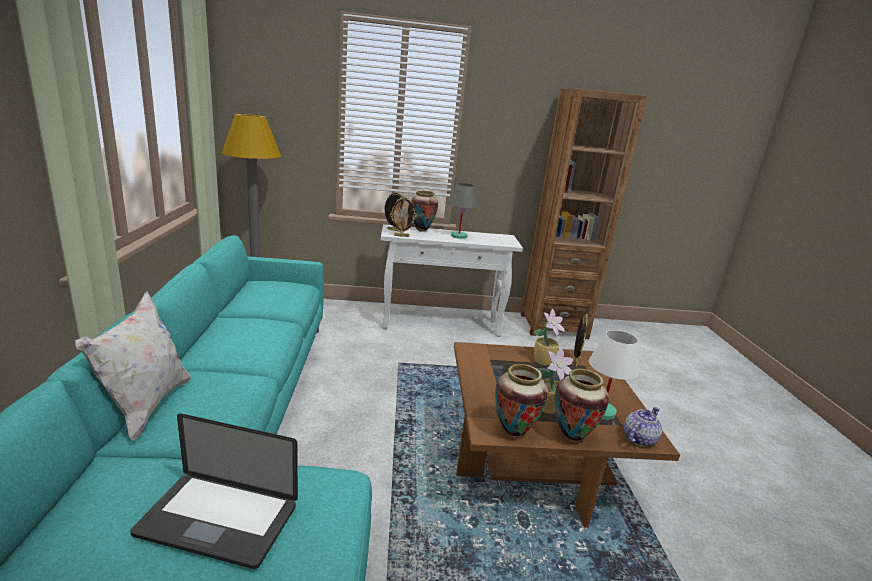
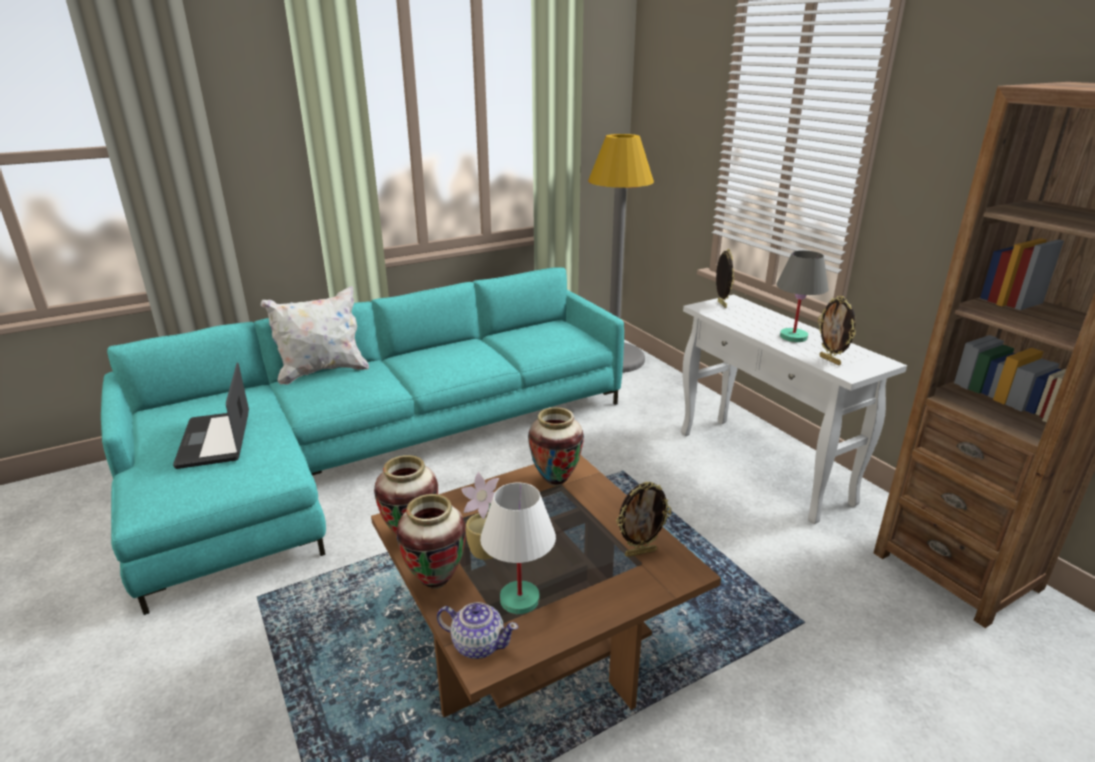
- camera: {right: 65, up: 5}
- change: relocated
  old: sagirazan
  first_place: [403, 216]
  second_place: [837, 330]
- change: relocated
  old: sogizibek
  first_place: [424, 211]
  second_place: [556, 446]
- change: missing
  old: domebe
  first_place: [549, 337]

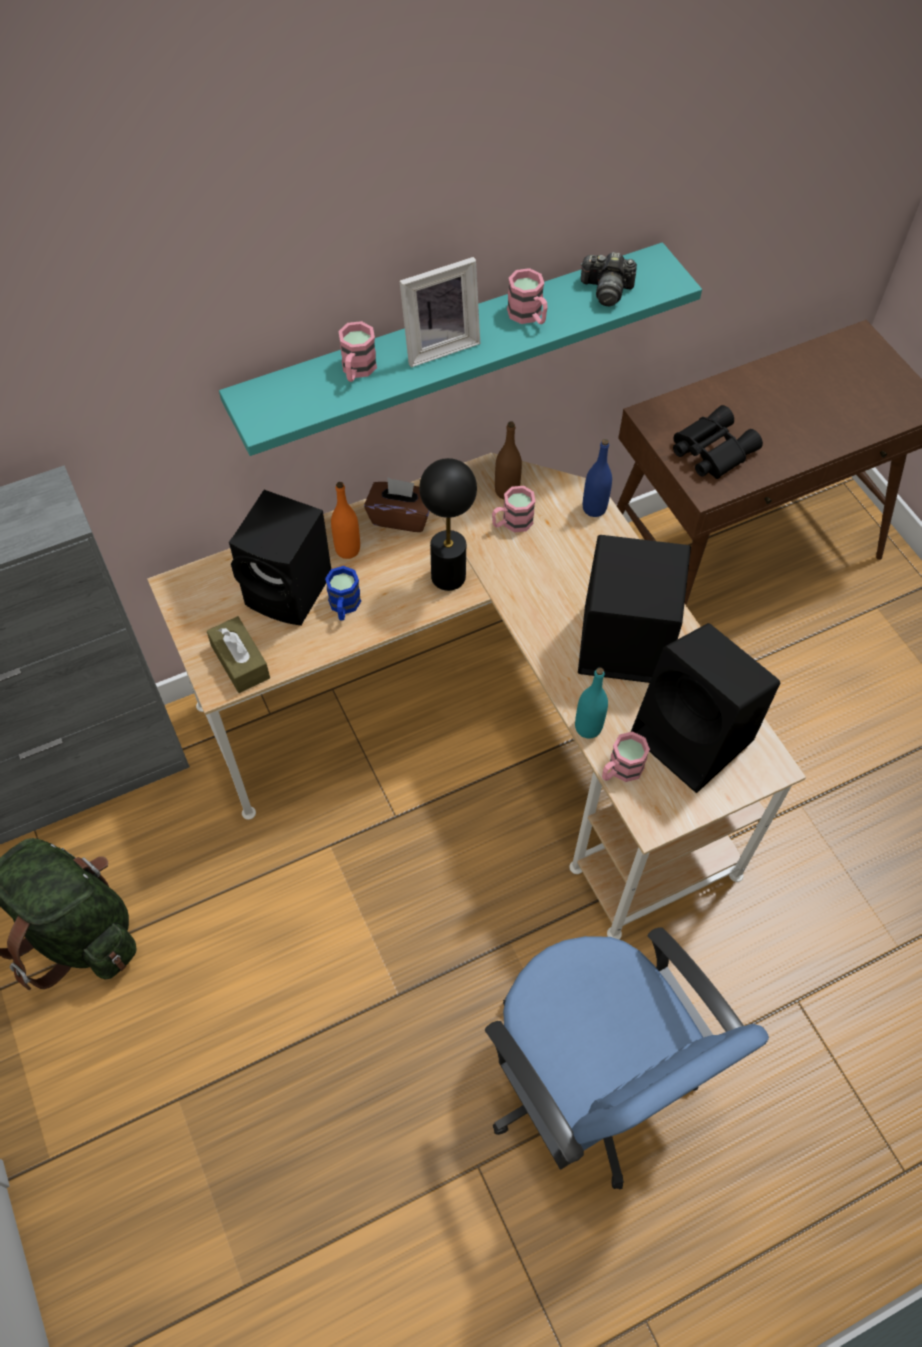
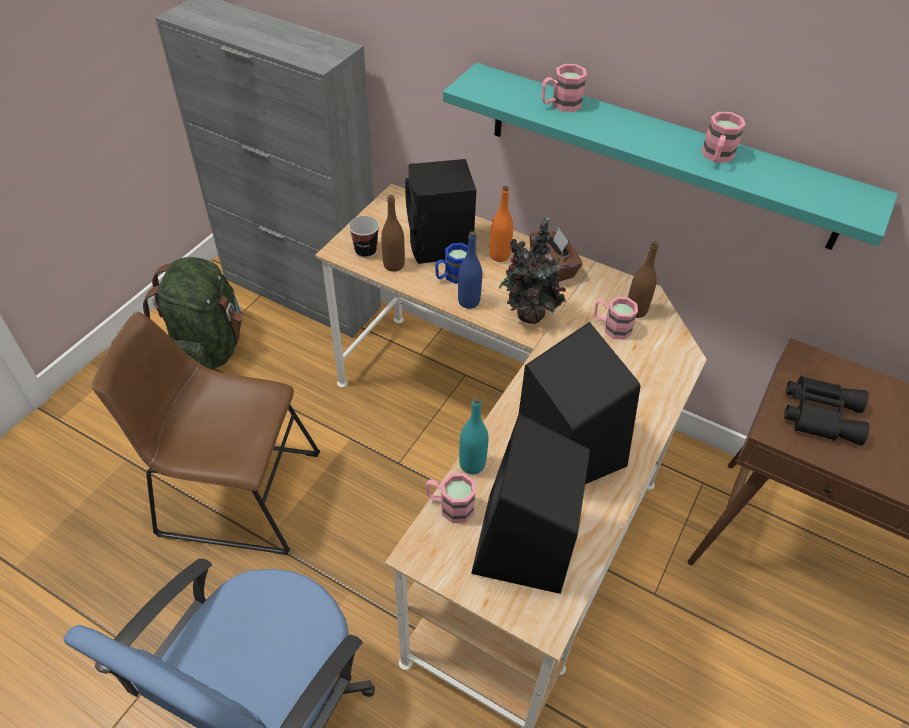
- camera: {right: 55, up: -10}
- change: exchanged
  old: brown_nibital
  new: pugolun
  first_place: [238, 654]
  second_place: [364, 237]
- change: missing
  old: sagirazan
  first_place: [440, 312]
- change: exchanged
  old: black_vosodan
  new: domebe
  first_place: [448, 524]
  second_place: [535, 270]
- change: missing
  old: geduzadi
  first_place: [608, 279]
- change: relocated
  old: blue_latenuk
  first_place: [597, 478]
  second_place: [470, 270]
- change: appeared
  new: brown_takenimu
  second_place: [206, 433]
- change: appeared
  new: brown_latenuk
  second_place: [393, 233]

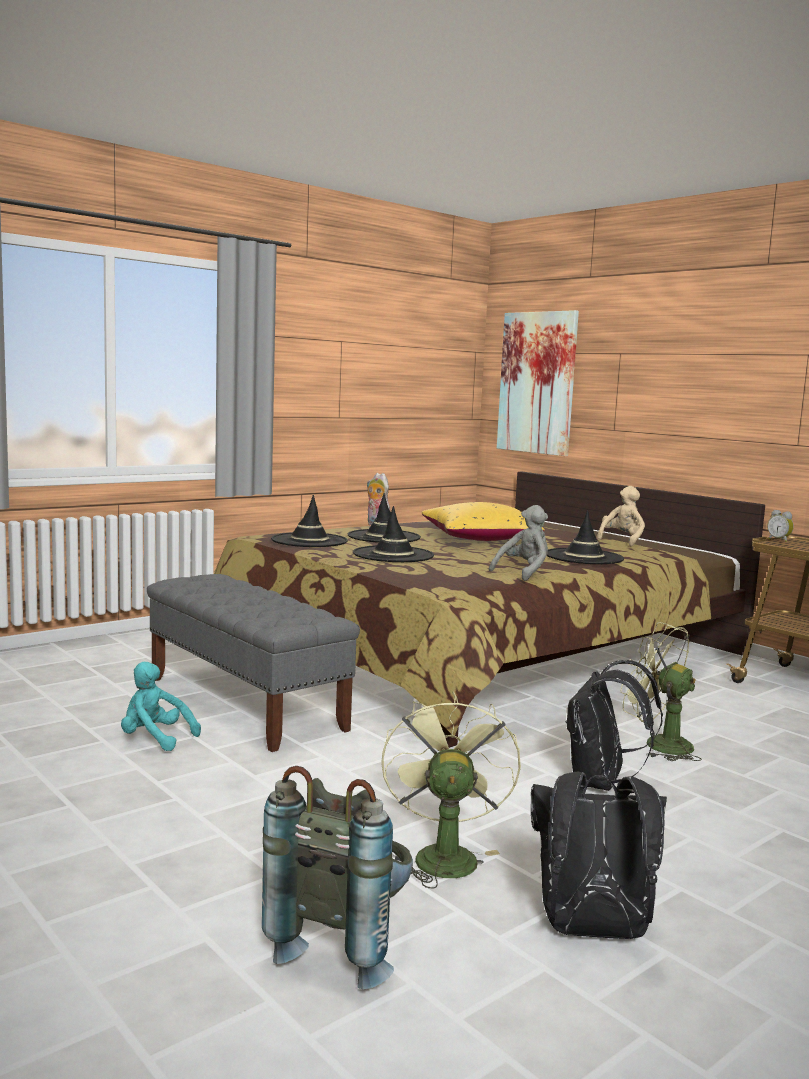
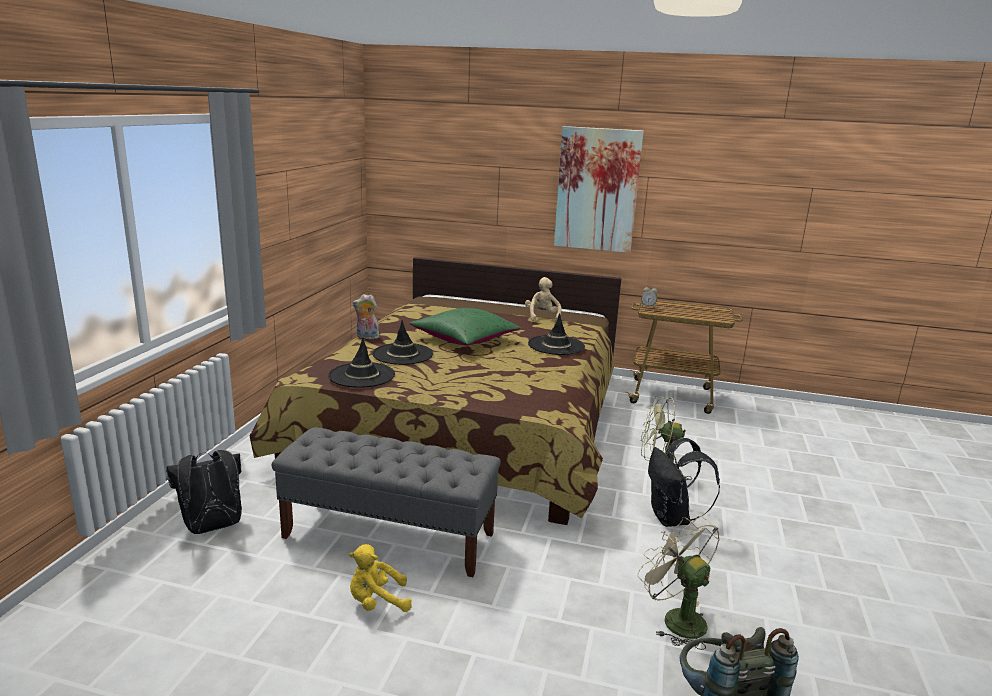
- camera: {right: -35, up: 10}
- change: colour
  old: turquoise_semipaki
  new: yellow_semipaki
  first_place: [161, 706]
  second_place: [380, 578]
- change: missing
  old: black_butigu
  first_place: [393, 534]
- change: colour
  old: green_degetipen
  new: beige_degetipen
  first_place: [451, 790]
  second_place: [678, 583]
- change: colour
  old: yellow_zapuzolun
  new: green_zapuzolun
  first_place: [483, 521]
  second_place: [465, 327]
- change: missing
  old: grey_semipaki
  first_place: [518, 543]
- change: relocated
  old: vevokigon
  first_place: [538, 383]
  second_place: [599, 189]
- change: relocated
  old: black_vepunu
  first_place: [599, 855]
  second_place: [204, 492]

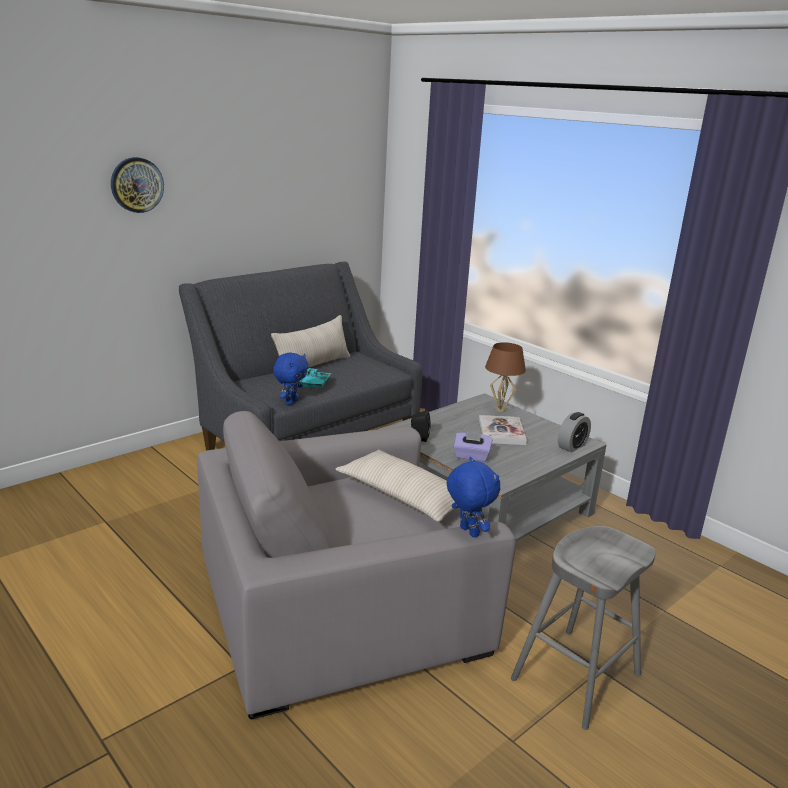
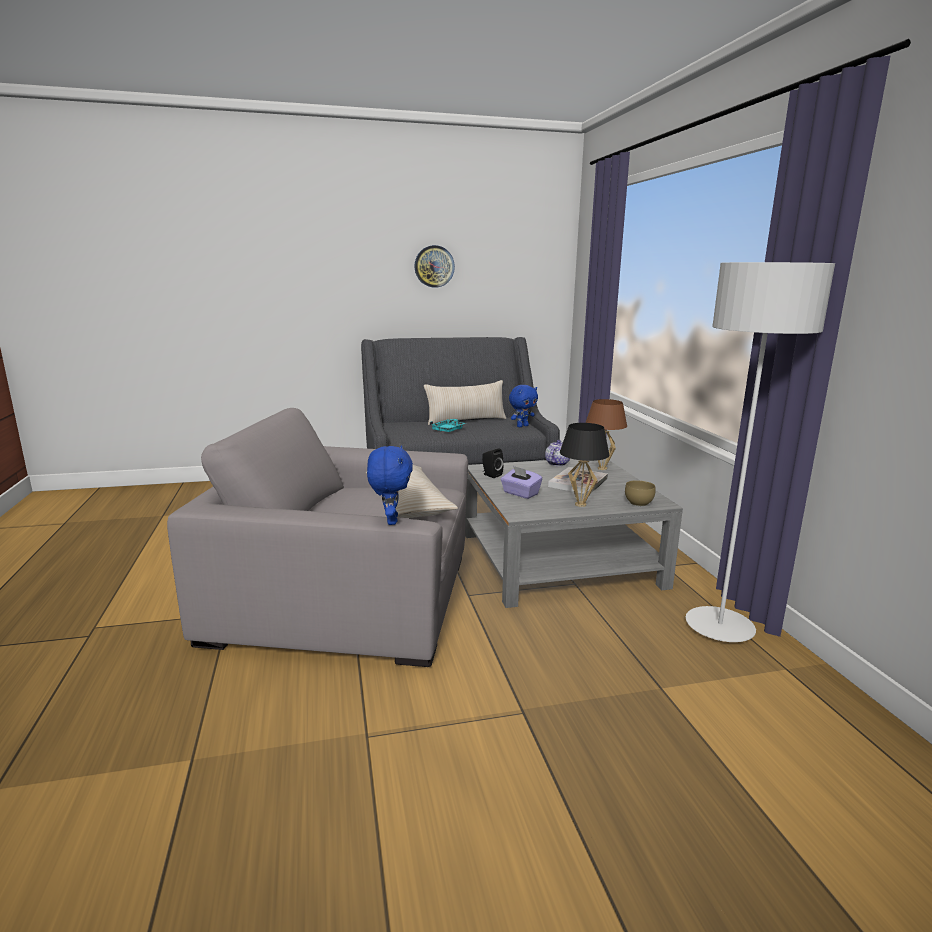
- camera: {right: 30, up: -5}
- change: relocated
  old: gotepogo
  first_place: [137, 185]
  second_place: [434, 266]
- change: relocated
  old: blue_semipaki
  first_place: [290, 379]
  second_place: [523, 406]
- change: missing
  old: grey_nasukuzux
  first_place: [583, 628]
- change: exchanged
  old: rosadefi
  new: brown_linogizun
  first_place: [574, 432]
  second_place: [640, 493]
- change: appeared
  new: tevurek
  second_place: [557, 453]
- change: appeared
  new: black_vosodan
  second_place: [584, 465]
- change: appeared
  new: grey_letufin
  second_place: [760, 452]

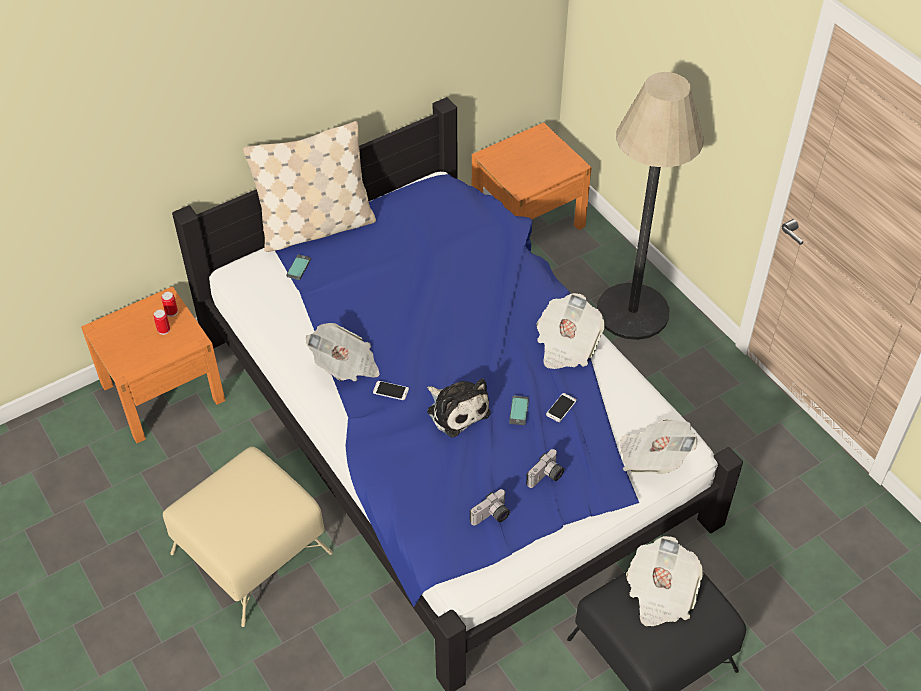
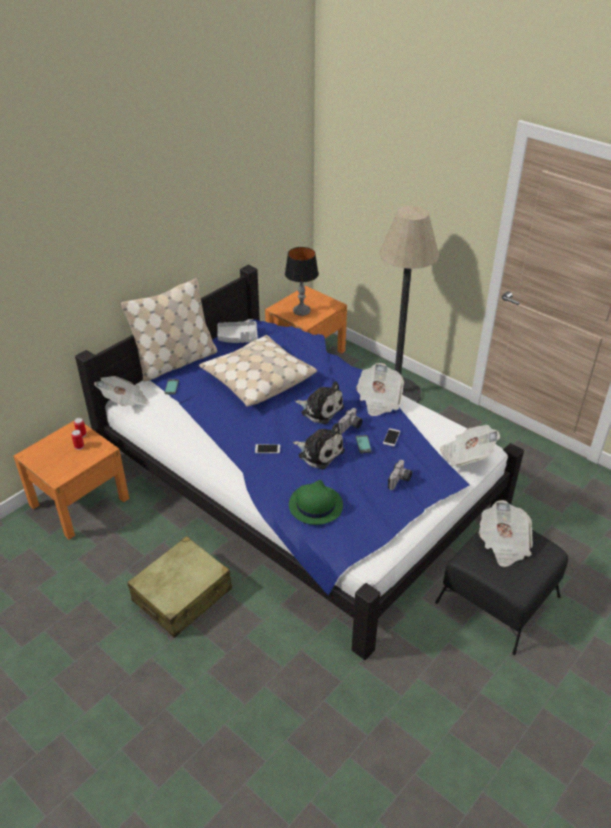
- camera: {right: -15, up: -10}
- change: exchanged
  old: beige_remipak
  new: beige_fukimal
  first_place: [248, 537]
  second_place: [179, 587]
- change: relocated
  old: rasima
  first_place: [343, 352]
  second_place: [121, 391]
- change: relocated
  old: geduzadi
  first_place: [489, 507]
  second_place: [350, 421]
- change: appeared
  new: beige_zapuzolun
  second_place: [258, 371]
- change: appeared
  new: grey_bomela
  second_place: [237, 332]
- change: appeared
  new: vosodan
  second_place: [302, 281]
- change: appeared
  new: green_butigu
  second_place: [316, 502]
- change: appeared
  new: semipaki
  second_place: [319, 402]

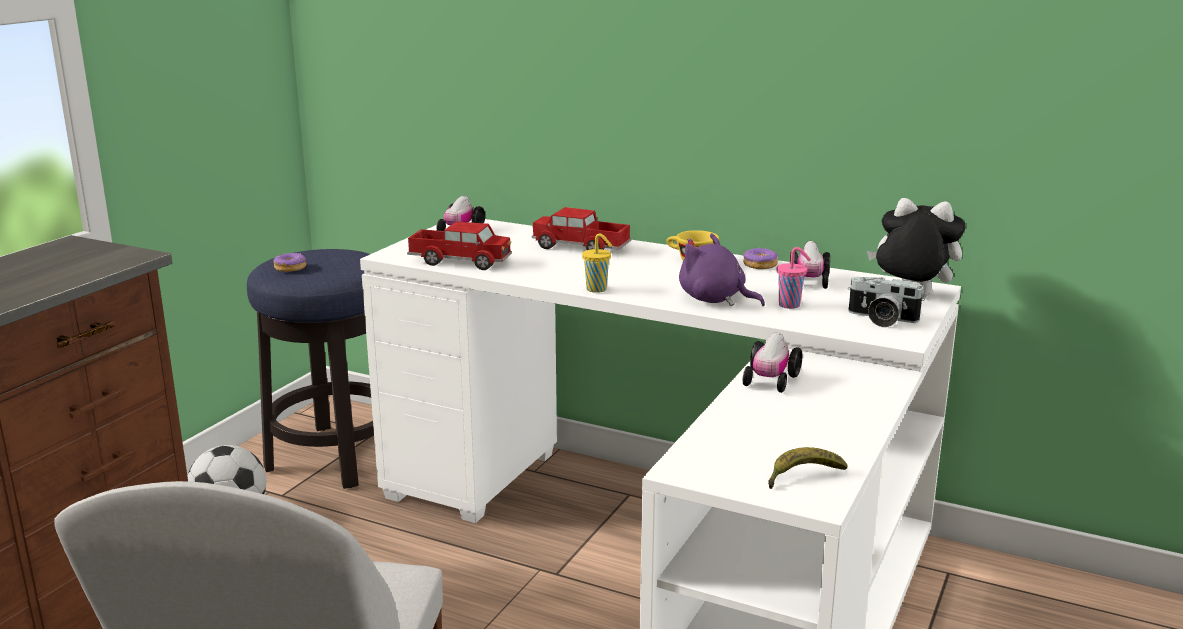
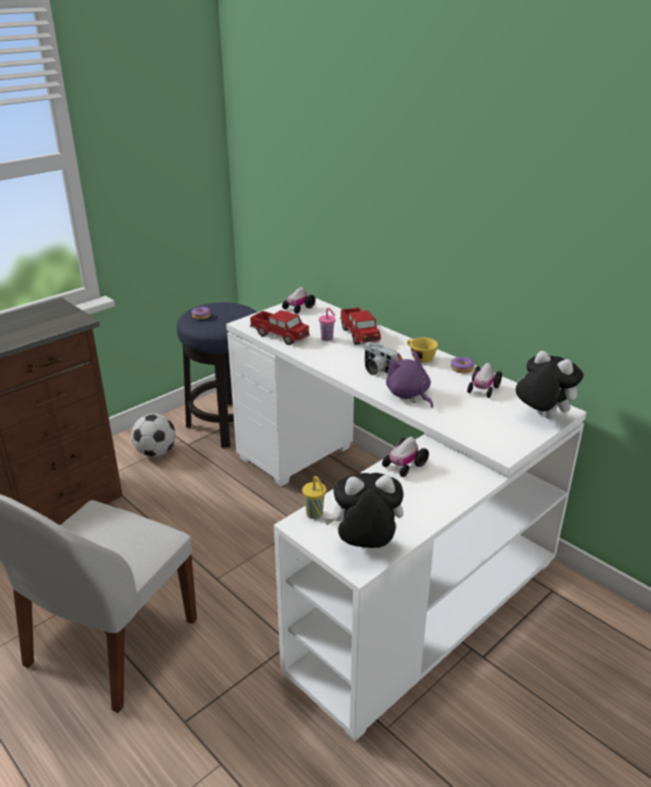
- camera: {right: 20, up: 10}
- change: spun
  old: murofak
  first_place: [581, 228]
  second_place: [360, 326]
  degrees: -150
- change: relocated
  old: yellow_pugolun
  first_place: [597, 263]
  second_place: [314, 497]
- change: exchanged
  old: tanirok
  new: semipaki
  first_place: [808, 468]
  second_place: [364, 510]
- change: relocated
  old: pink_pugolun
  first_place: [794, 278]
  second_place: [327, 324]
- change: relocated
  old: geduzadi
  first_place: [886, 302]
  second_place: [381, 358]

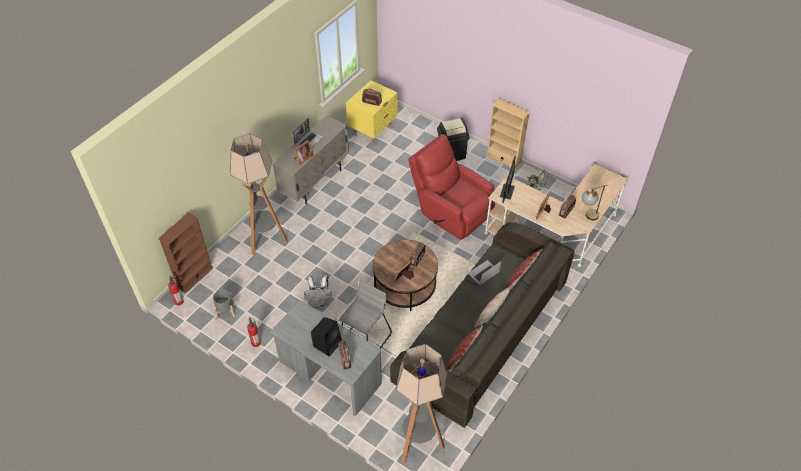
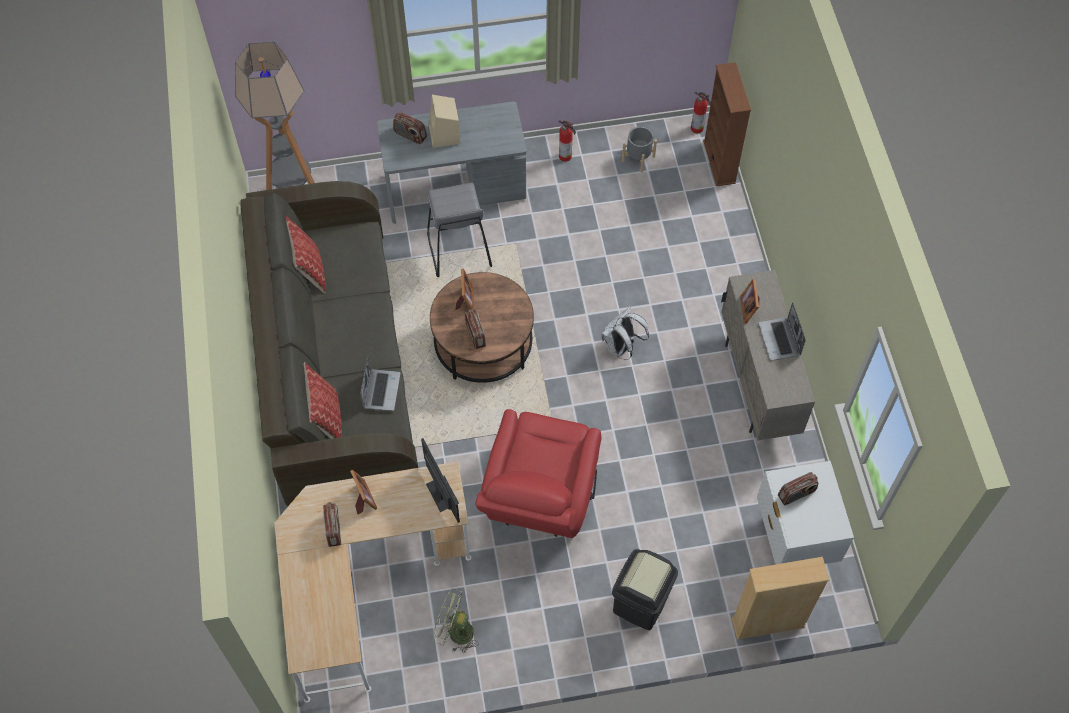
- camera: {right: 135, up: 10}
- change: missing
  old: letufin
  first_place: [259, 194]
- change: relocated
  old: white_vepunu
  first_place: [318, 291]
  second_place: [625, 333]
- change: colour
  old: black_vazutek
  new: beige_vazutek
  first_place: [326, 337]
  second_place: [444, 121]
- change: colour
  old: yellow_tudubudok
  new: white_tudubudok
  first_place: [372, 112]
  second_place: [805, 513]
- change: spun
  old: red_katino
  first_place: [451, 187]
  second_place: [538, 473]
  degrees: 105
- change: missing
  old: zapuzolun
  first_place: [492, 307]
- change: relocated
  old: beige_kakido
  first_place: [508, 134]
  second_place: [780, 598]
- change: missing
  old: vosodan
  first_place: [595, 202]

